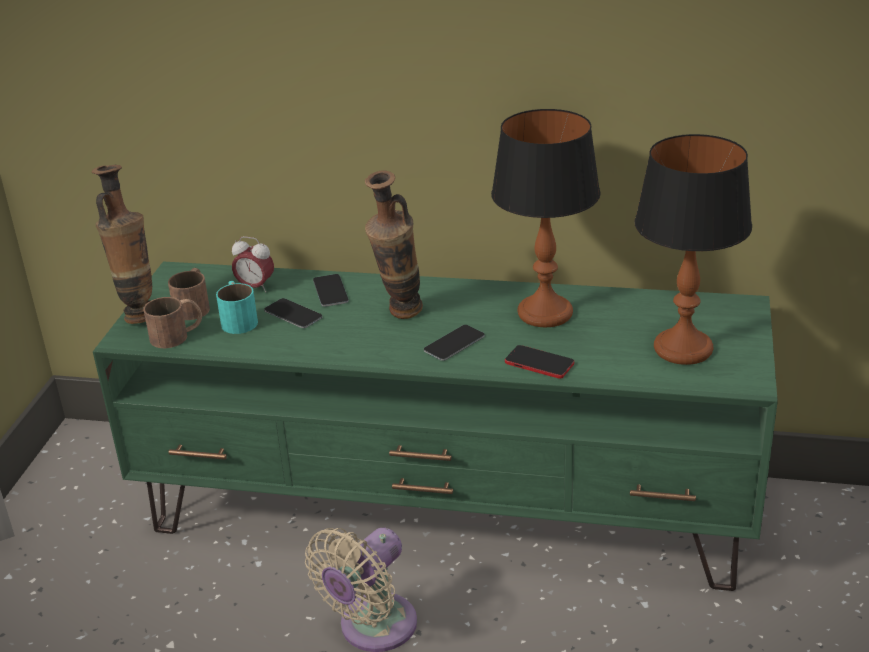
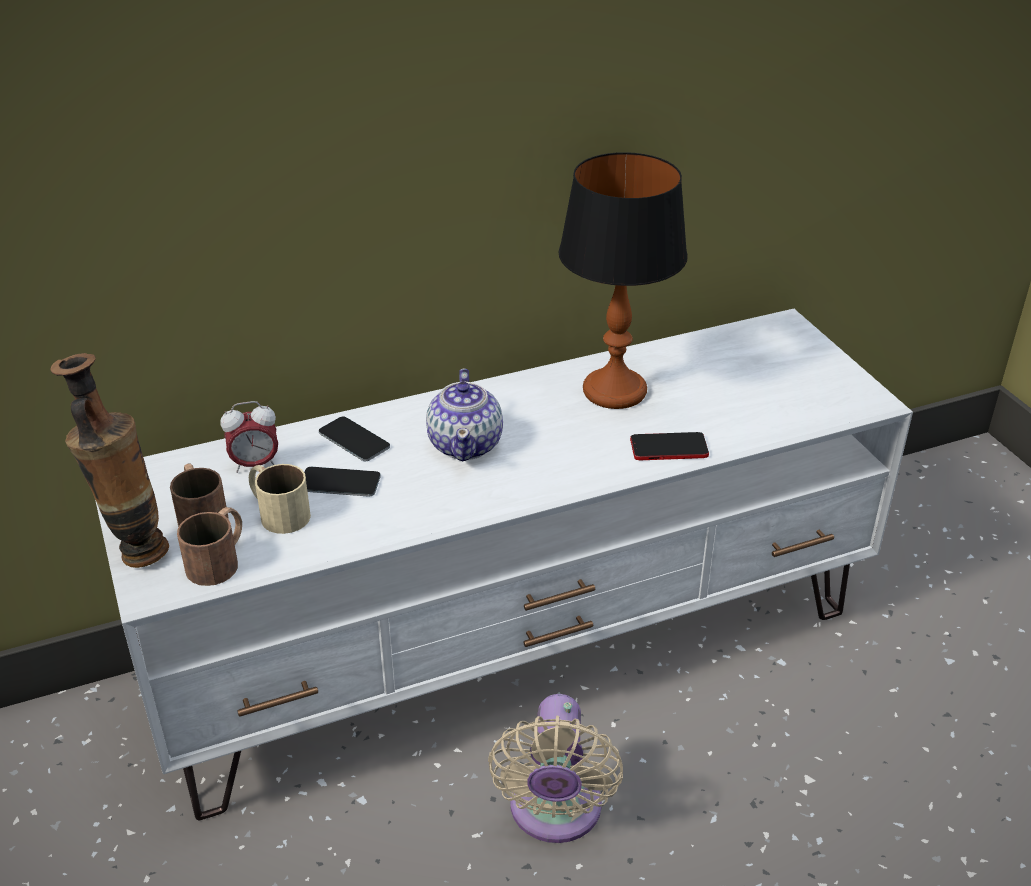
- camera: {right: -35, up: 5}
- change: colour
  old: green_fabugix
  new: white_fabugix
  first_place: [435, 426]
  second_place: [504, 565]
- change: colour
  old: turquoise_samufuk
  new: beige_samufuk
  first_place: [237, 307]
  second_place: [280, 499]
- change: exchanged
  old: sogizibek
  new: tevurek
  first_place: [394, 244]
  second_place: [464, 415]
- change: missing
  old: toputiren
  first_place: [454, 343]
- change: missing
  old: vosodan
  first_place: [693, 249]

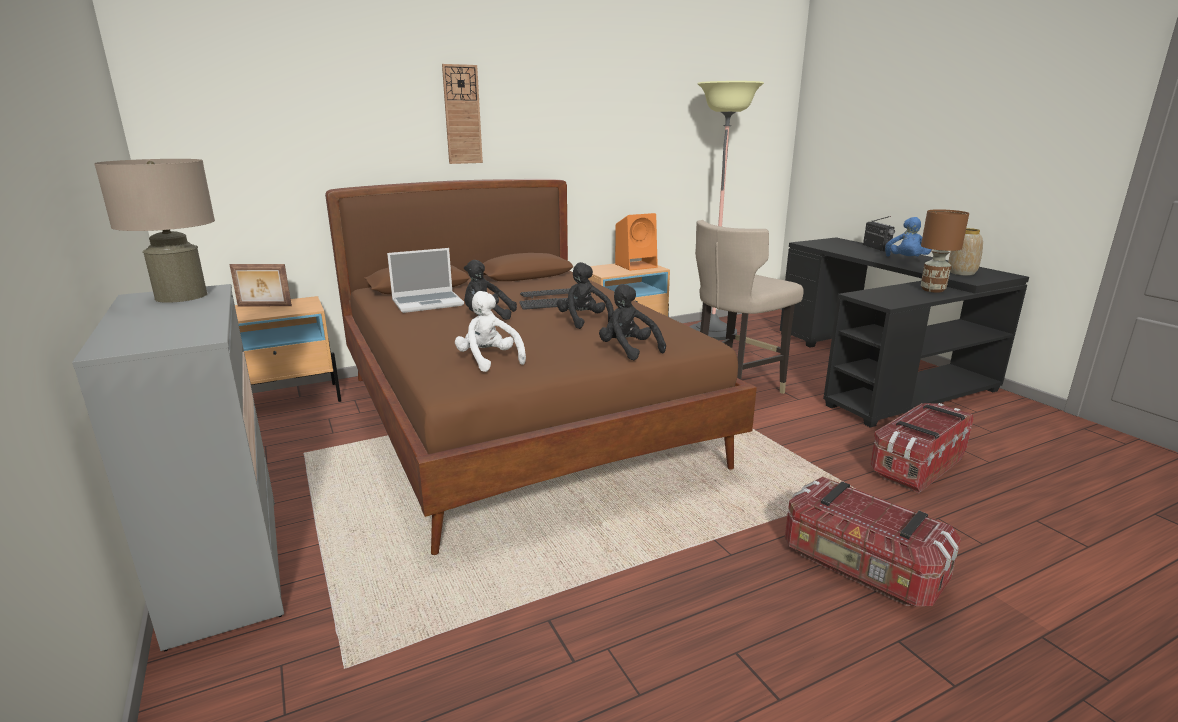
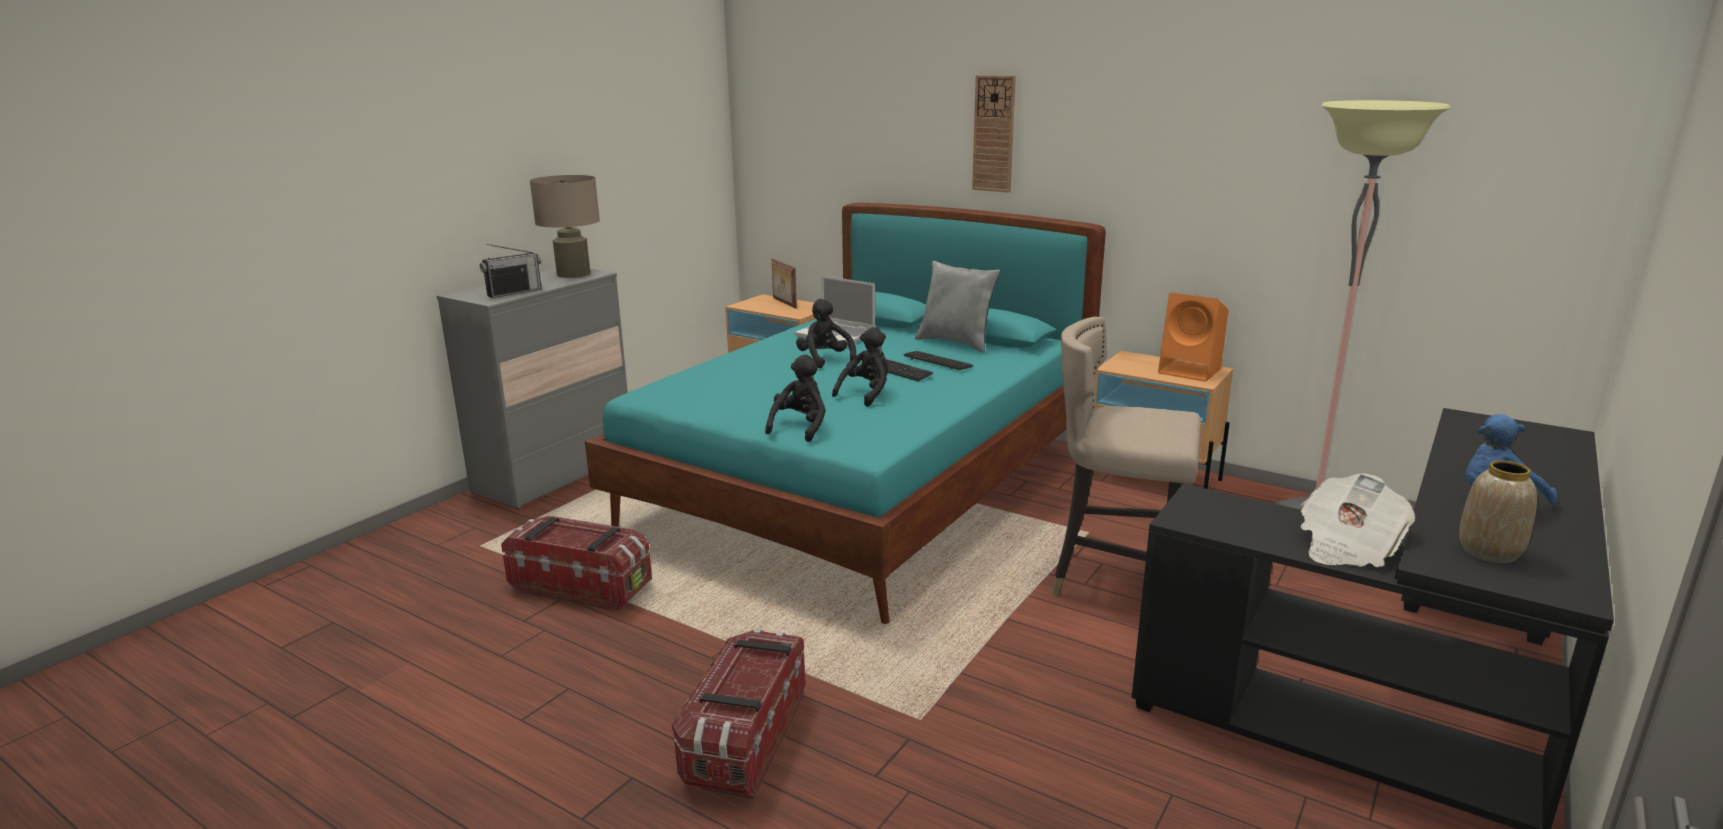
- camera: {right: 60, up: 0}
- change: colour
  old: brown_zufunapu
  new: turquoise_zufunapu
  first_place: [541, 367]
  second_place: [845, 413]
- change: missing
  old: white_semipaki
  first_place: [490, 331]
- change: relocated
  old: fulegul
  first_place: [879, 234]
  second_place: [511, 271]
- change: relocated
  old: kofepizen
  first_place: [921, 448]
  second_place: [576, 564]
- change: exchanged
  old: brown_vosodan
  new: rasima
  first_place: [945, 251]
  second_place: [1357, 520]
- change: appeared
  new: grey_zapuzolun
  second_place: [957, 306]

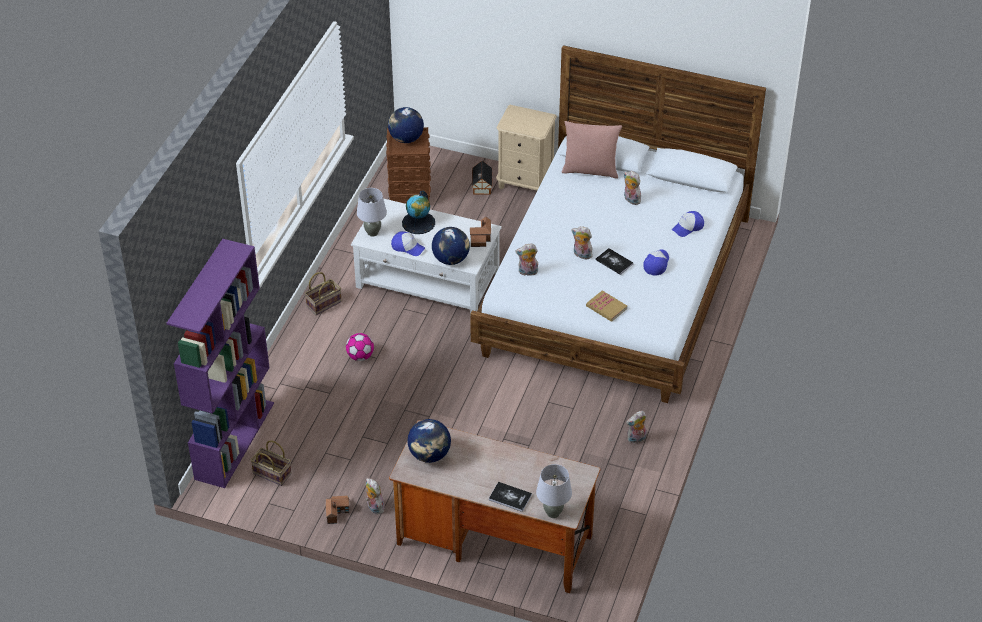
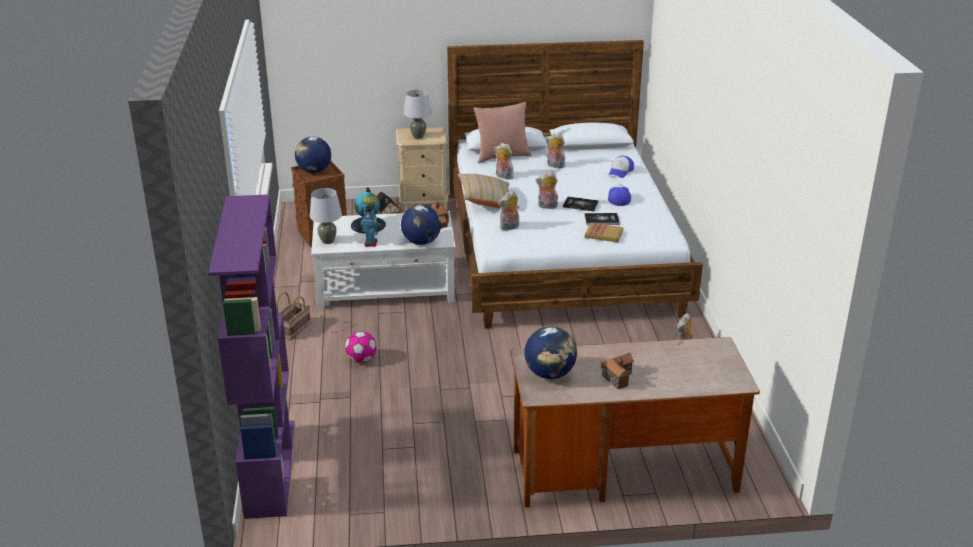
- camera: {right: -25, up: -15}
- change: missing
  old: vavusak
  first_place: [271, 463]
- change: relocated
  old: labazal
  first_place: [337, 509]
  second_place: [617, 371]
- change: relocated
  old: semipaki
  first_place: [375, 496]
  second_place: [504, 161]
- change: exchanged
  old: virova
  new: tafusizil
  first_place: [408, 243]
  second_place: [371, 226]
- change: relocated
  old: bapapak
  first_place: [510, 497]
  second_place: [602, 219]
- change: relocated
  old: grey_vosodan
  first_place: [554, 491]
  second_place: [418, 114]
- change: appeared
  new: beige_zapuzolun
  second_place: [489, 191]

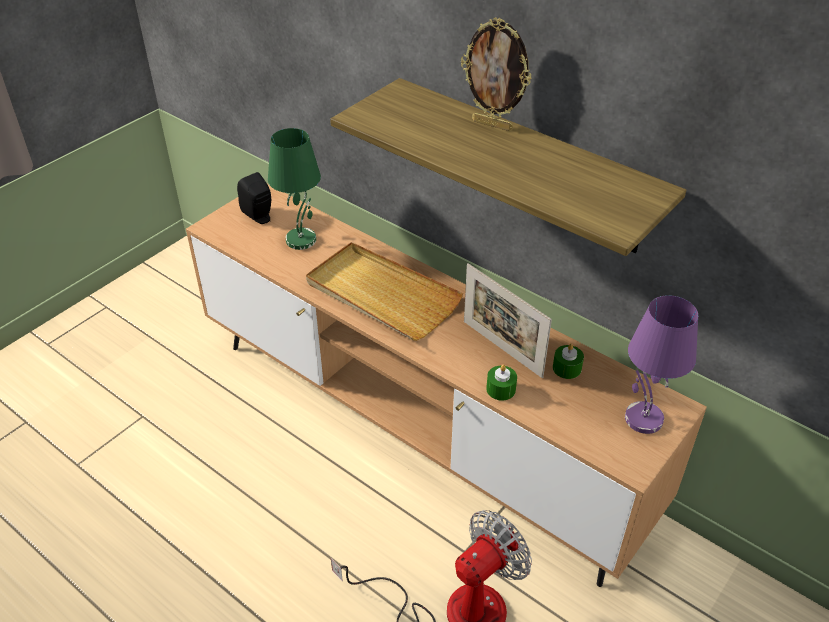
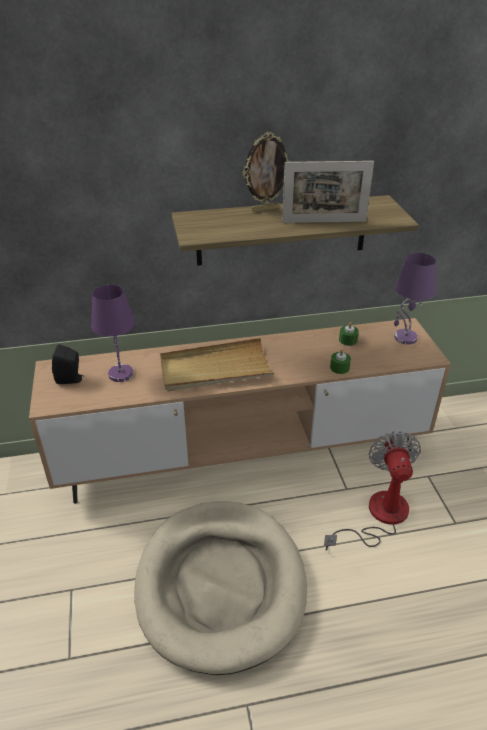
- camera: {right: -50, up: -5}
- change: colour
  old: green_vosodan
  new: purple_vosodan
  first_place: [294, 189]
  second_place: [113, 333]
- change: relocated
  old: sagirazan
  first_place: [508, 320]
  second_place: [328, 192]
- change: appeared
  new: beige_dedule
  second_place: [220, 588]

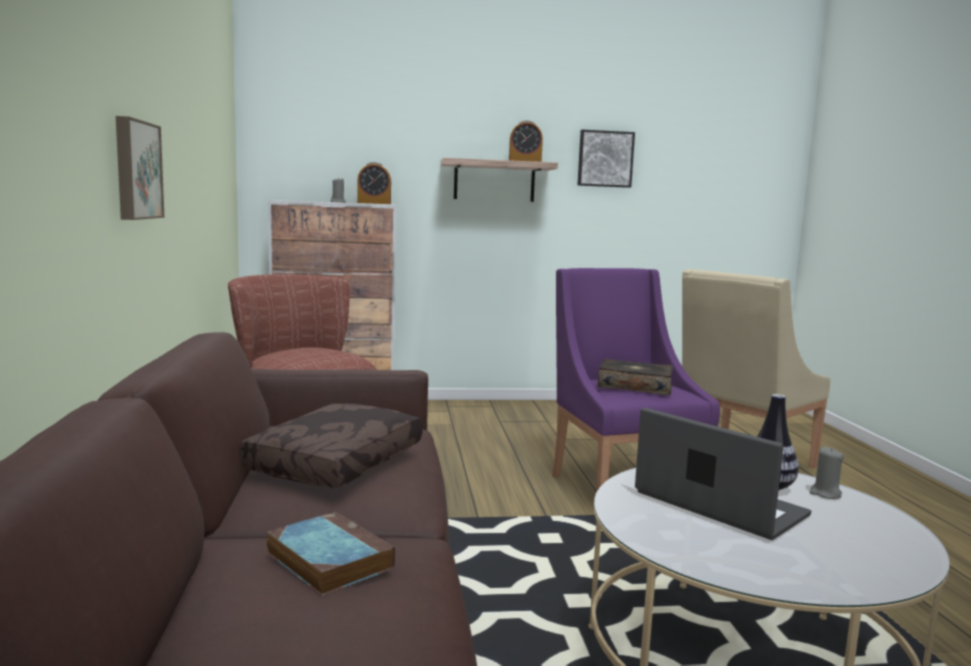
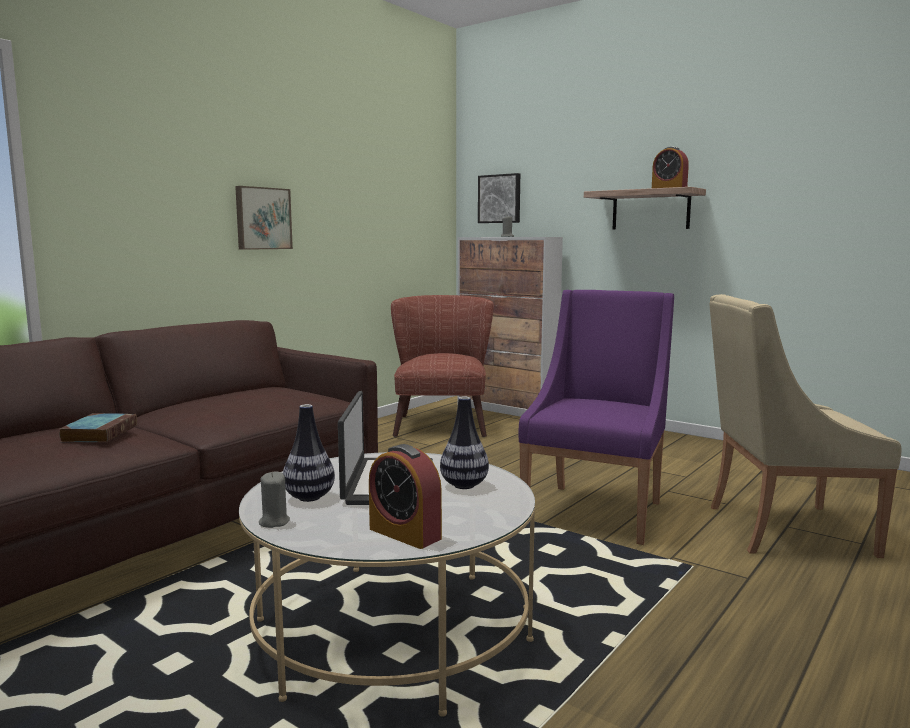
- camera: {right: 45, up: 0}
- change: missing
  old: brown_zapuzolun
  first_place: [331, 445]
- change: relocated
  old: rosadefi
  first_place: [374, 183]
  second_place: [405, 496]
- change: relocated
  old: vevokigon
  first_place: [606, 159]
  second_place: [499, 198]
- change: missing
  old: bapapak
  first_place: [635, 377]
- change: relocated
  old: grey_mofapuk
  first_place: [827, 473]
  second_place: [274, 500]
- change: appeared
  new: sogizibek
  second_place: [309, 453]

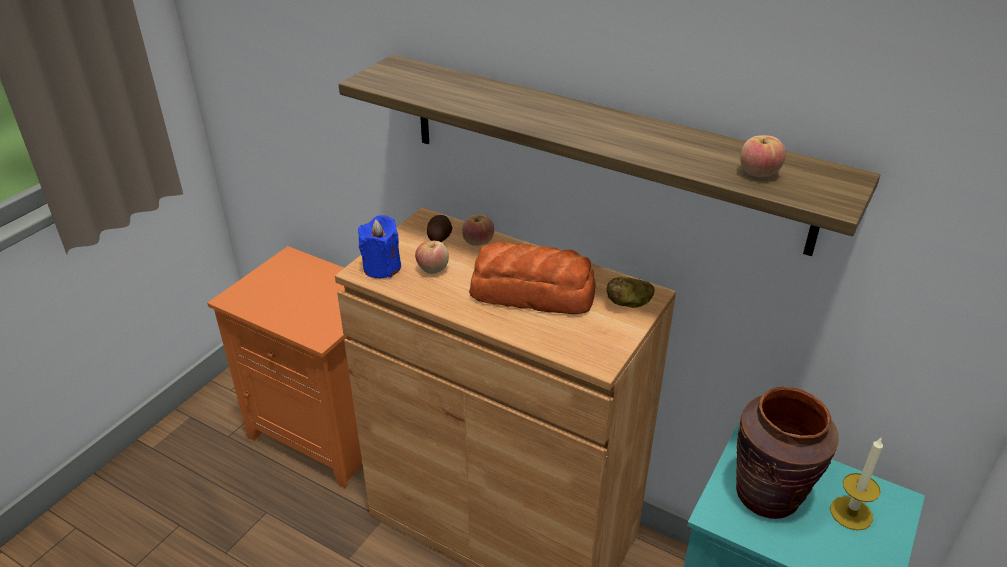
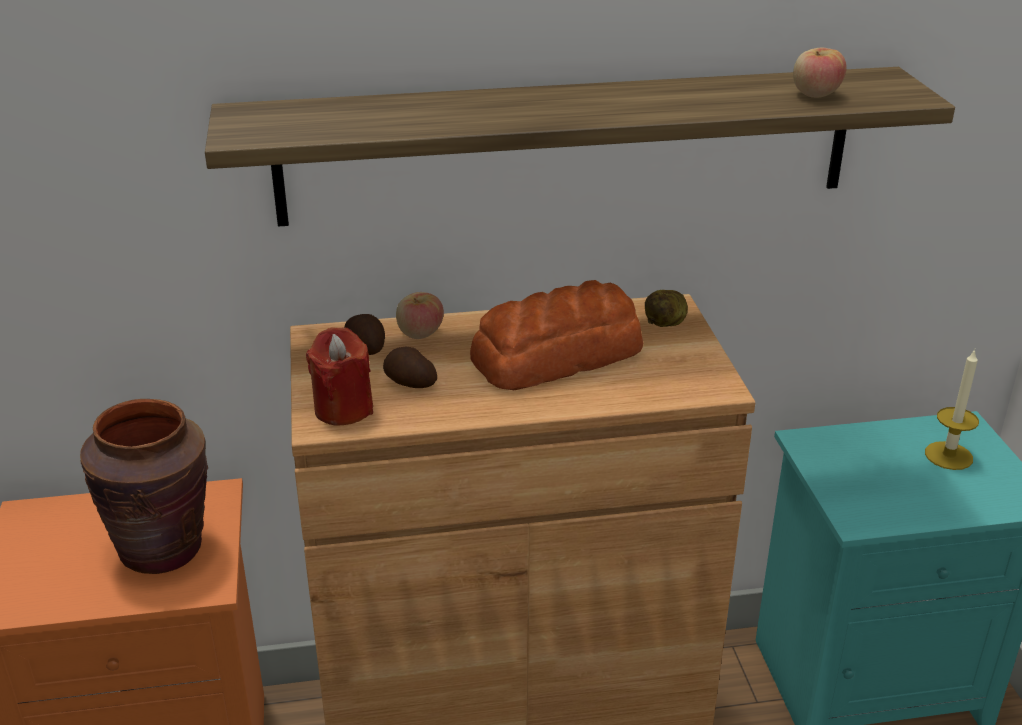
- camera: {right: -40, up: -5}
- change: colour
  old: blue_mofapuk
  new: red_mofapuk
  first_place: [379, 246]
  second_place: [339, 376]
- change: exchanged
  old: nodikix
  new: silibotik
  first_place: [432, 257]
  second_place: [410, 367]
- change: relocated
  old: brown_sogizibek
  first_place: [787, 453]
  second_place: [144, 486]

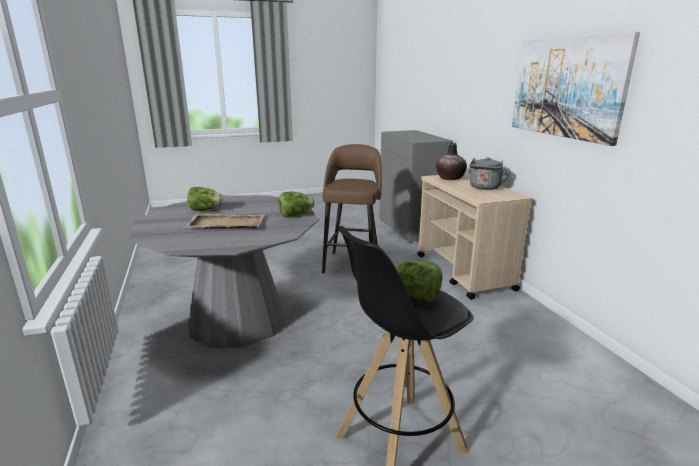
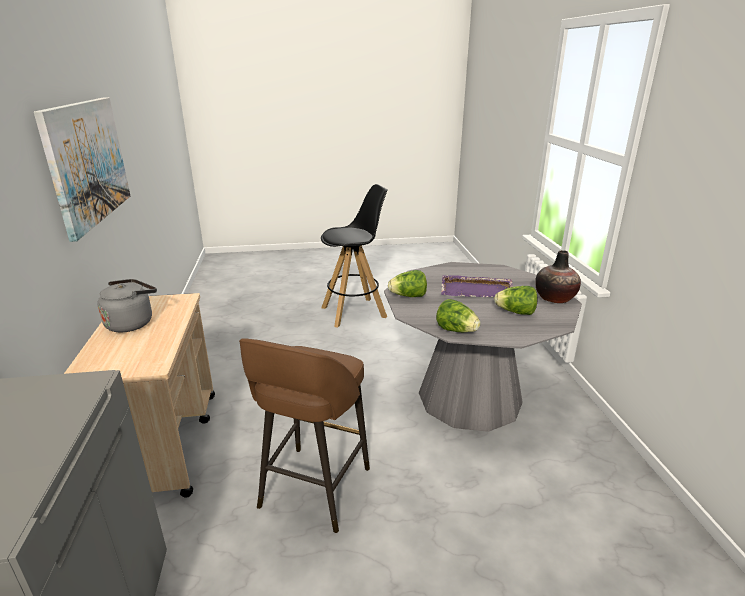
- camera: {right: -170, up: 5}
- change: colour
  old: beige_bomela
  new: purple_bomela
  first_place: [224, 221]
  second_place: [477, 286]
- change: relocated
  old: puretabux
  first_place: [418, 281]
  second_place: [458, 315]
- change: relocated
  old: sogizibek
  first_place: [451, 161]
  second_place: [558, 276]

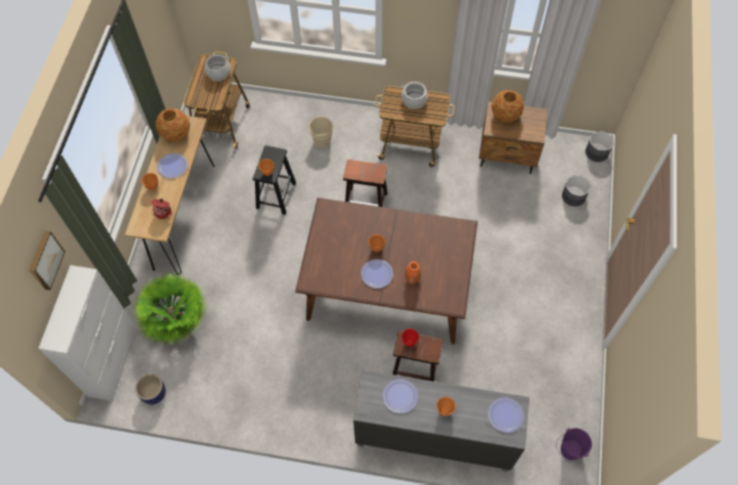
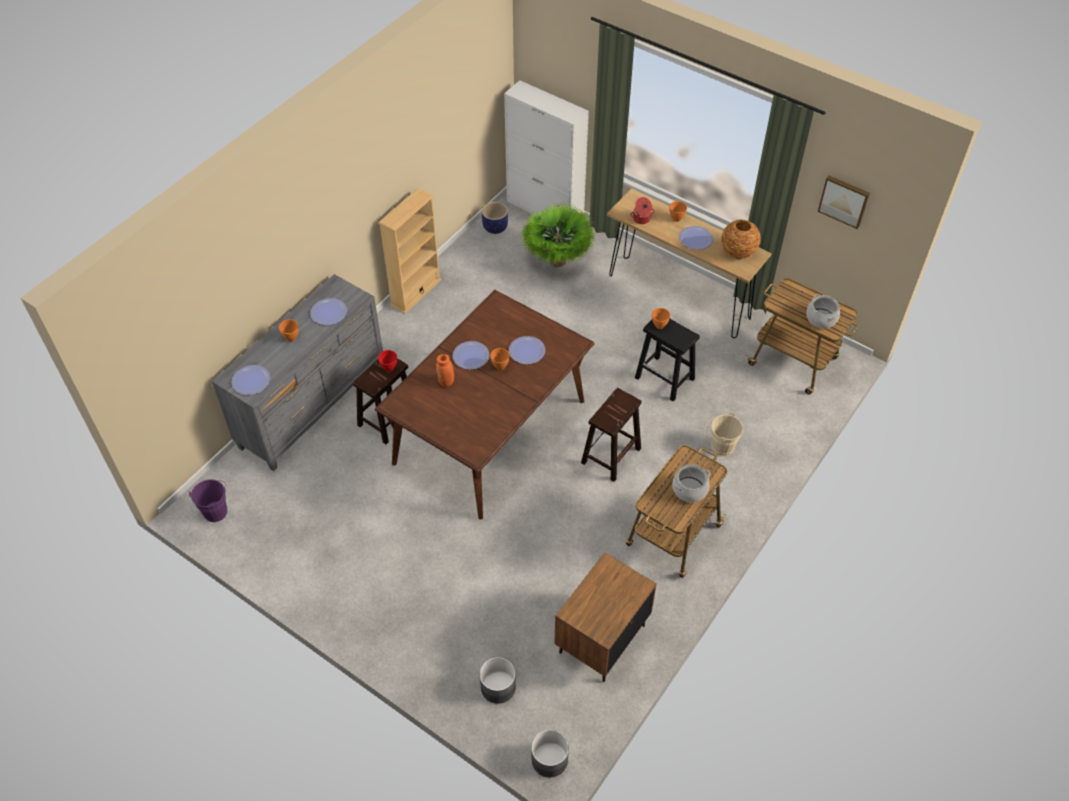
- camera: {right: 115, up: -10}
- change: relocated
  old: vevokigon
  first_place: [47, 260]
  second_place: [844, 202]
- change: missing
  old: sogizibek
  first_place: [508, 106]
- change: appeared
  new: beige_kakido
  second_place: [409, 251]
- change: appeared
  new: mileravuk
  second_place: [527, 350]

